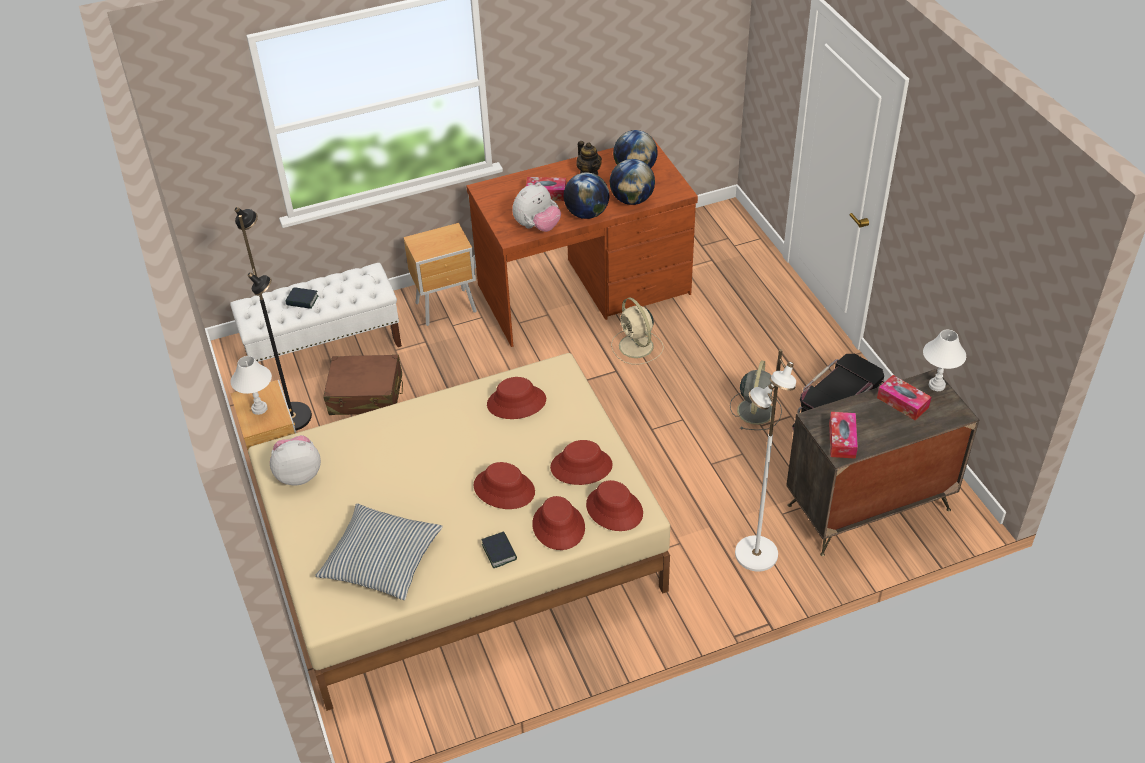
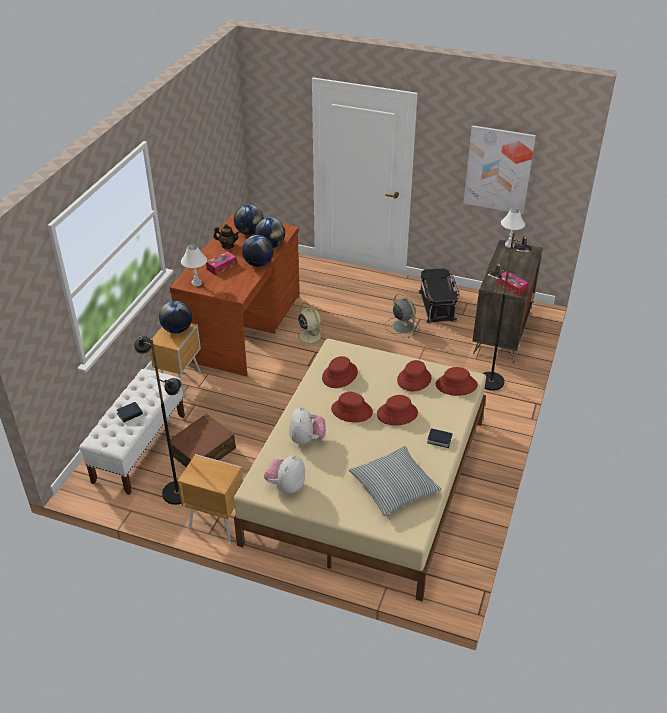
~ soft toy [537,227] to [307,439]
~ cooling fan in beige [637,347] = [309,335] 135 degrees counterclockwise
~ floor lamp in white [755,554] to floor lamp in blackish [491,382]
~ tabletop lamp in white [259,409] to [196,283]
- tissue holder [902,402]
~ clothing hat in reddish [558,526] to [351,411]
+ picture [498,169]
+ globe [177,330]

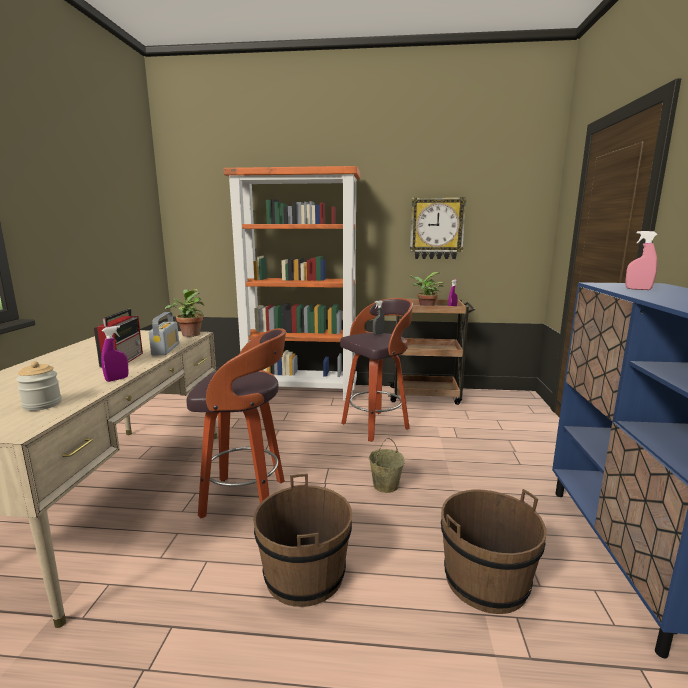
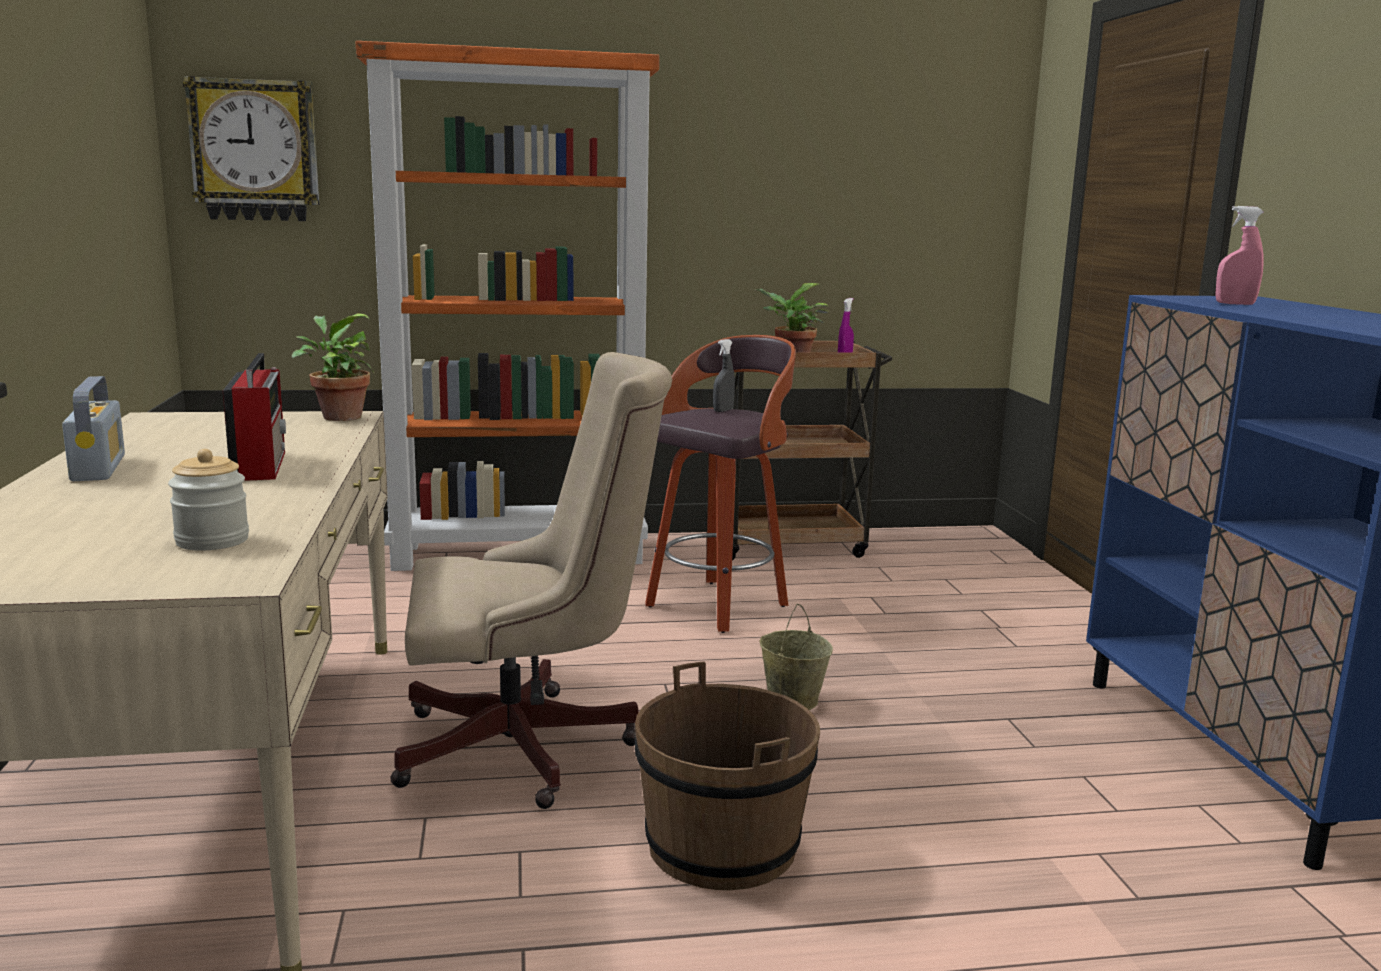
~ hanging clock [436,228] to [255,151]
~ radio set [166,349] to [98,468]
- hand sprayer in purple-coloured [117,379]
~ stool seat [247,498] to office chair in beige [531,748]
- water bucket in brownish [486,581]

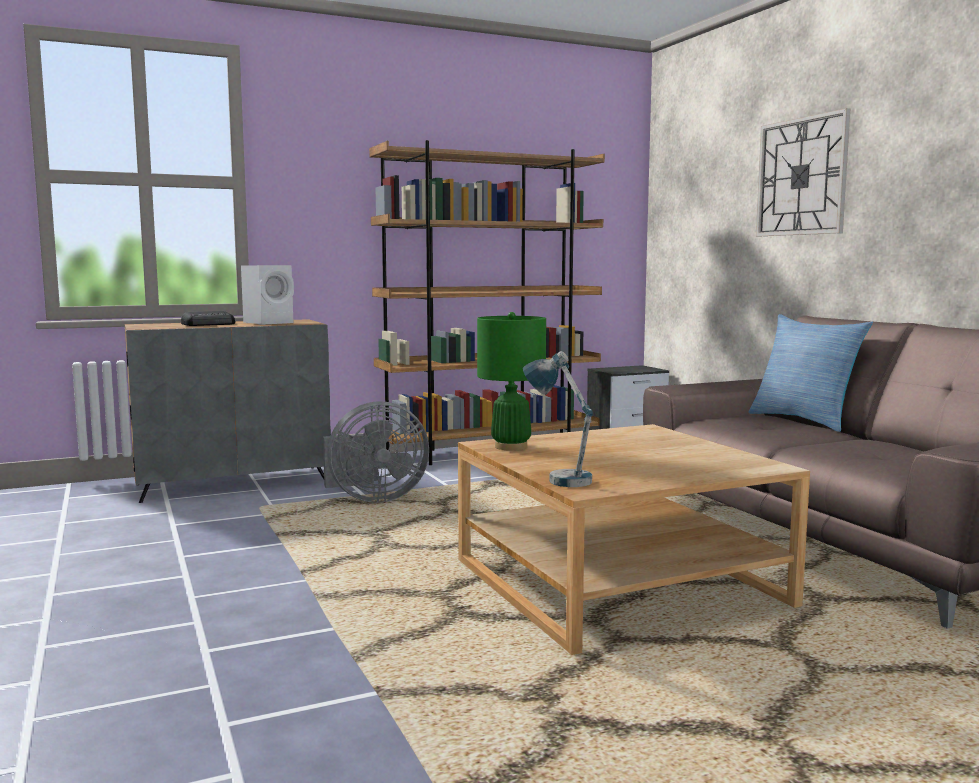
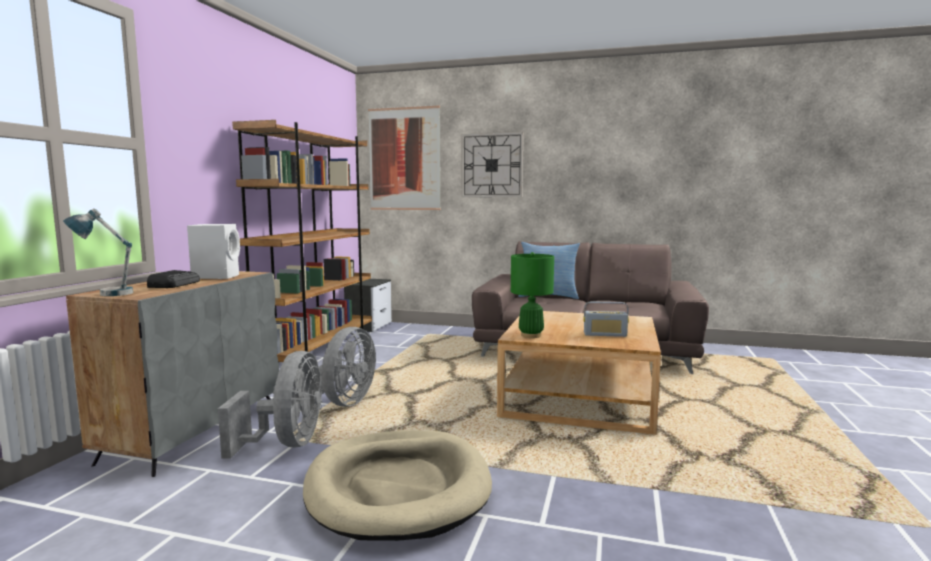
~ tabletop lamp [558,477] to [105,293]
+ picture [404,159]
+ radio set [605,334]
+ cooling fan in greyish [287,444]
+ dog cushion in beige [398,488]

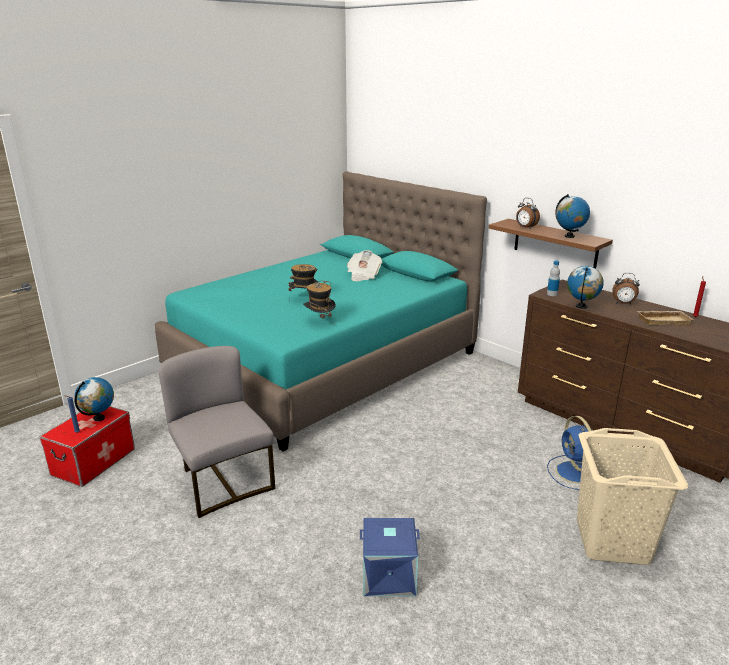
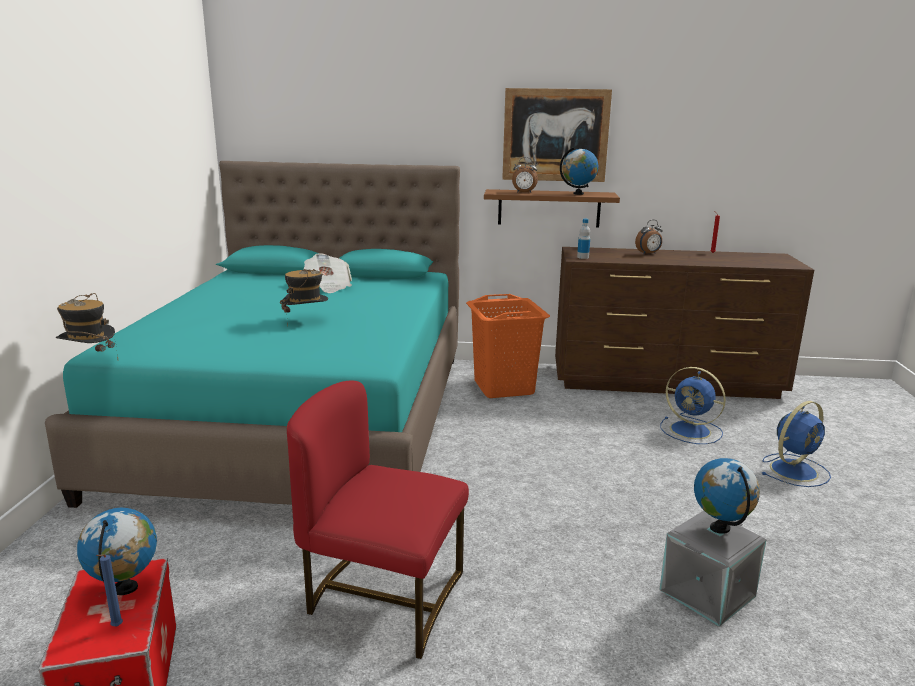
~ globe [581,306] to [720,528]
~ clothing hat [320,321] to [90,361]
- serving tray in beige [663,320]
~ upright chair in greyish [223,481] to upright chair in reddish [383,598]
~ washing basket in beige [613,541] to cooling fan in bluish [795,470]
~ storage container in bluish [388,576] to storage container in greyish [708,594]
+ picture [555,135]
+ washing basket in orange [504,387]

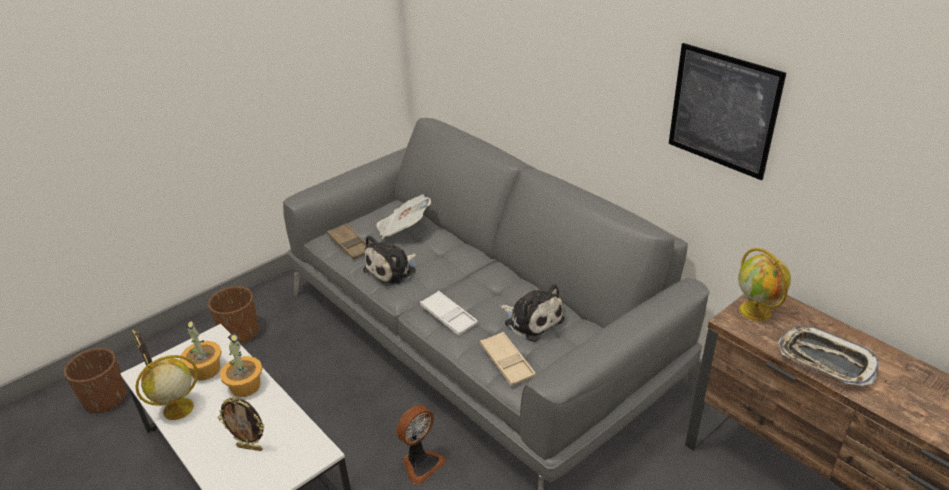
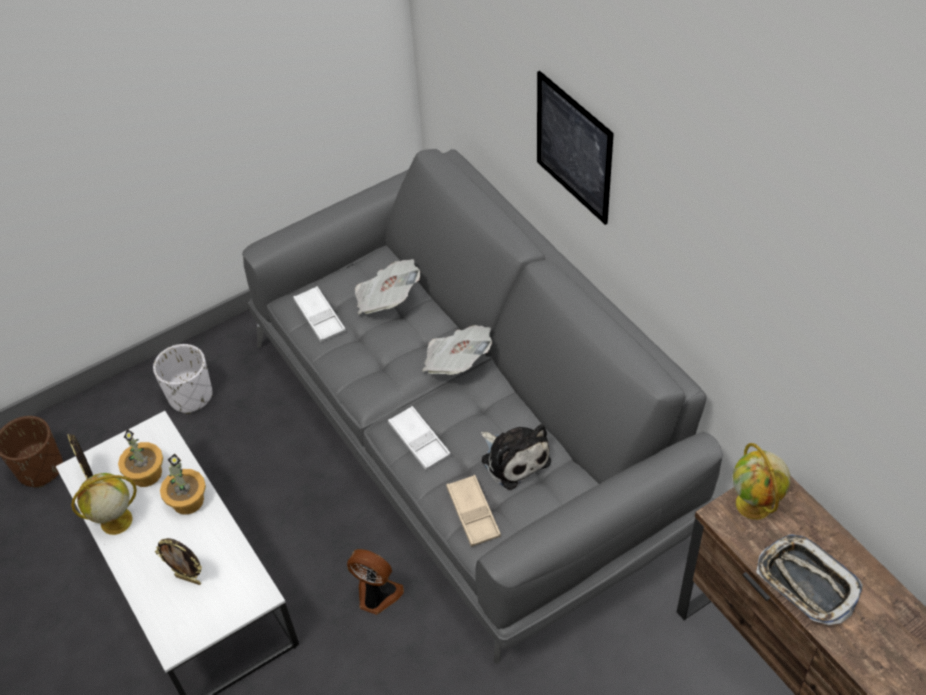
~ picture [723,110] to [574,147]
~ serving tray in brownish [350,245] to serving tray in white [320,317]
- soft toy [392,270]
~ plant pot in brownish [240,333] to plant pot in white [190,396]
~ cooling fan [421,463] = [376,595] 120 degrees counterclockwise
+ daily paper [456,362]

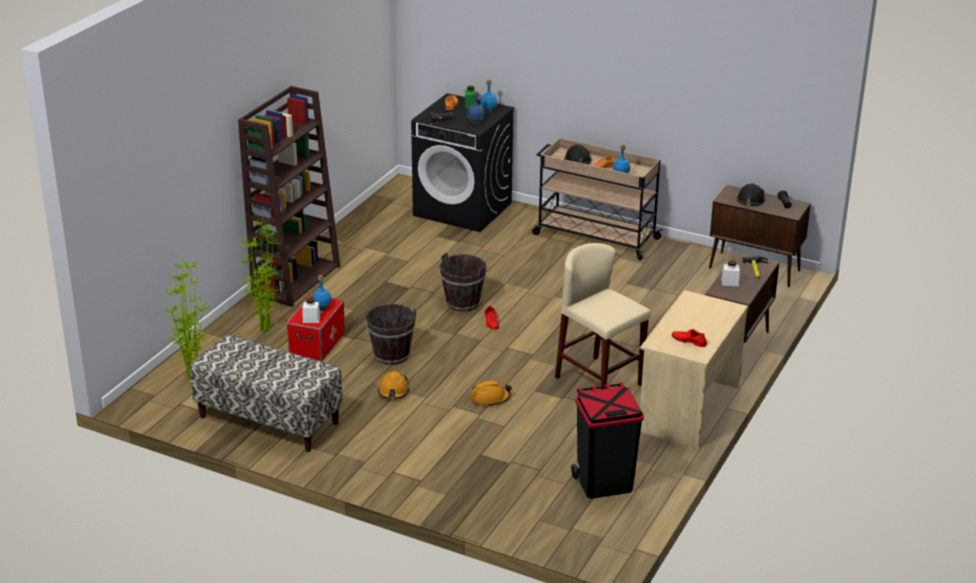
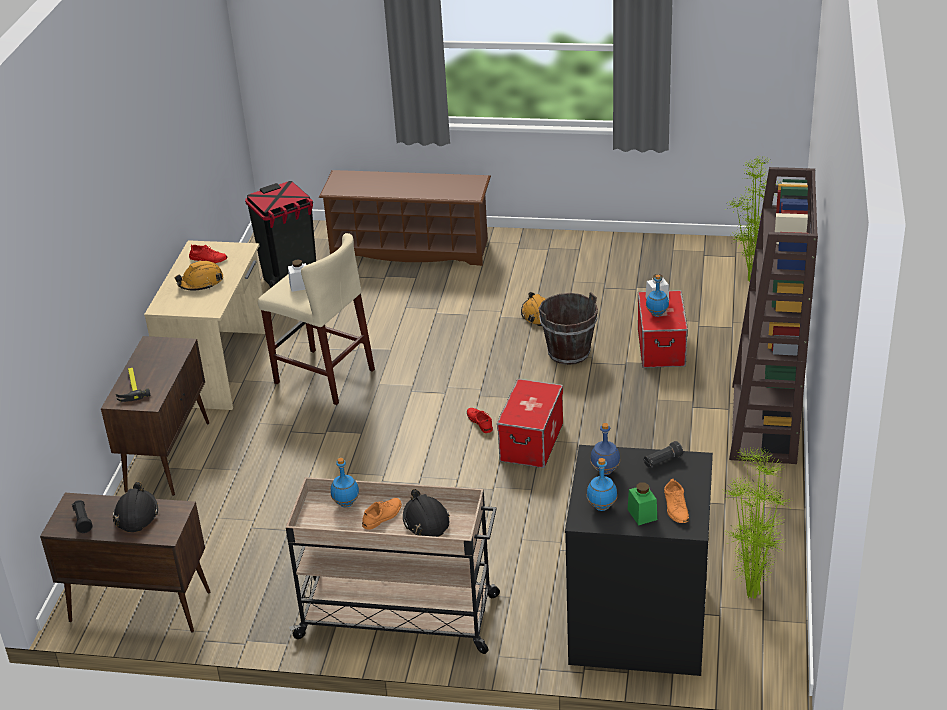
~ houseplant [267,330] to [749,595]
~ water bucket in brownish [462,303] to storage container [531,441]
~ jar in white [730,282] to [300,285]
- bench [268,420]
~ hard hat in orange [490,398] to [201,283]
+ shoe shelf in brownish [410,249]

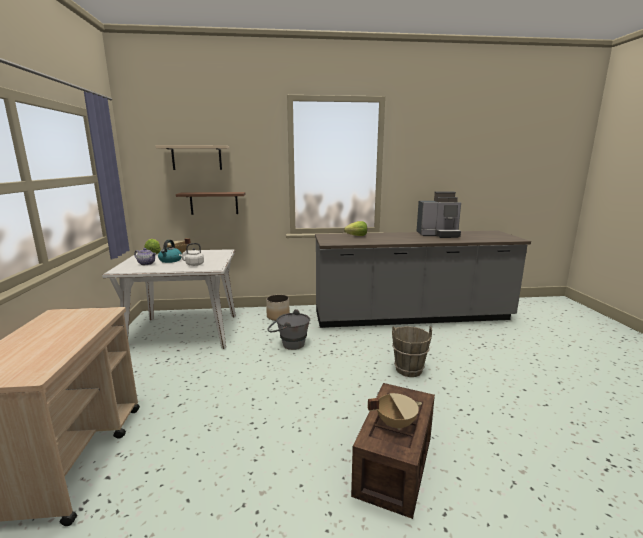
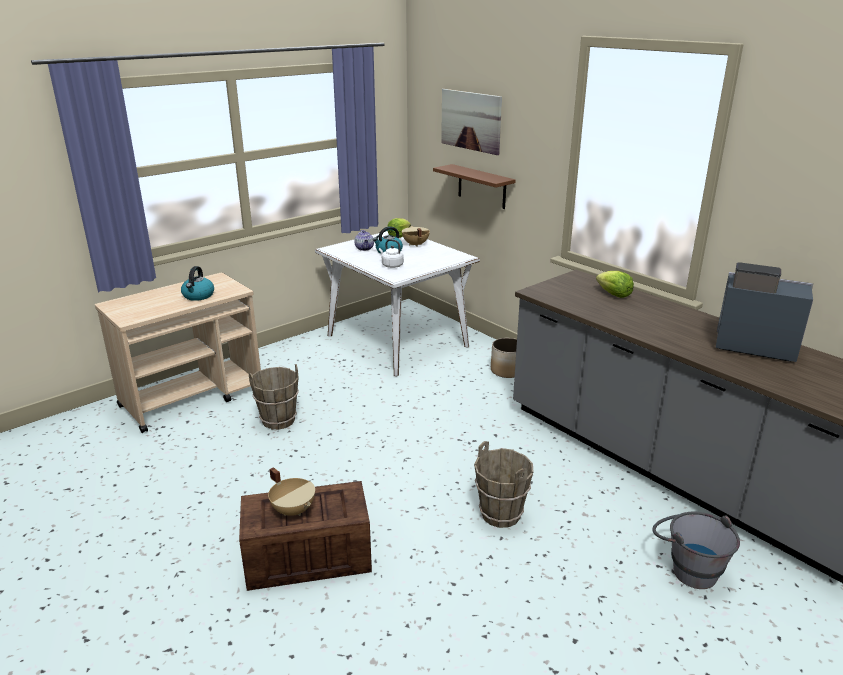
~ wall shelf in beige [196,158] to picture [471,121]
~ coffee machine [438,235] = [751,345] 150 degrees clockwise
~ water bucket in greyish [288,344] to [687,567]
+ water kettle [198,296]
+ water bucket in brownish [278,420]

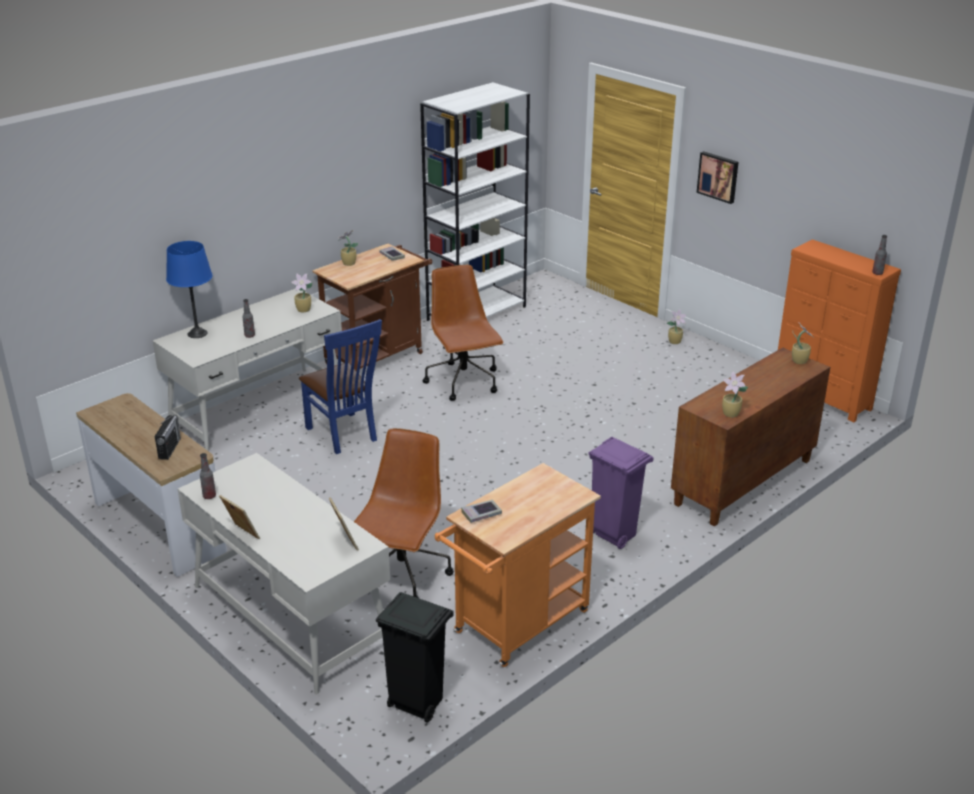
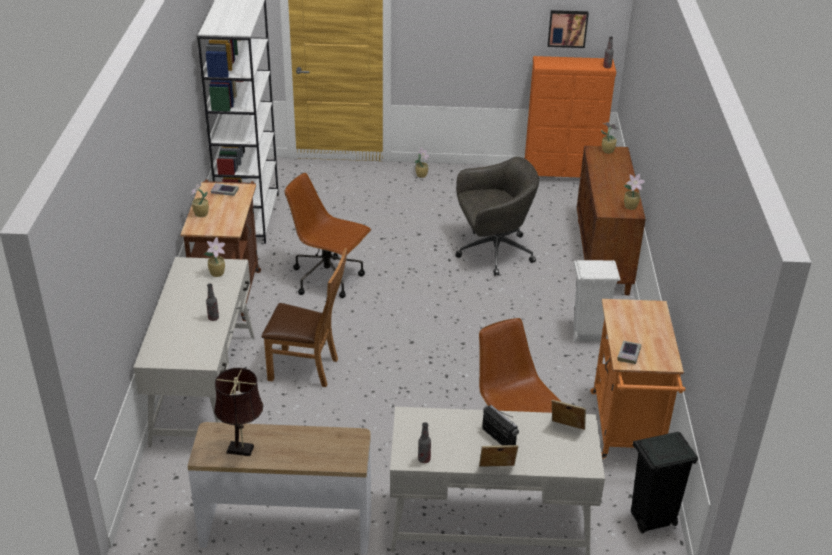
~ picture [718,176] to [567,28]
- tabletop lamp in bluish [197,333]
~ upright chair in bluish [344,435] to upright chair in brownish [308,369]
~ radio set [169,448] to [498,437]
~ waste bin in purple-coloured [613,535] to waste bin in white [587,335]
+ office chair in greyish [493,252]
+ tabletop lamp in brownish [242,450]

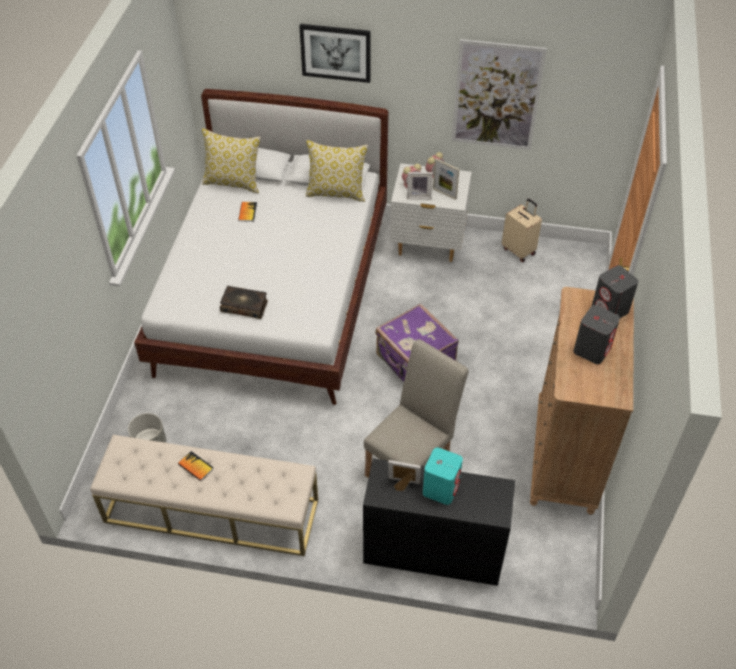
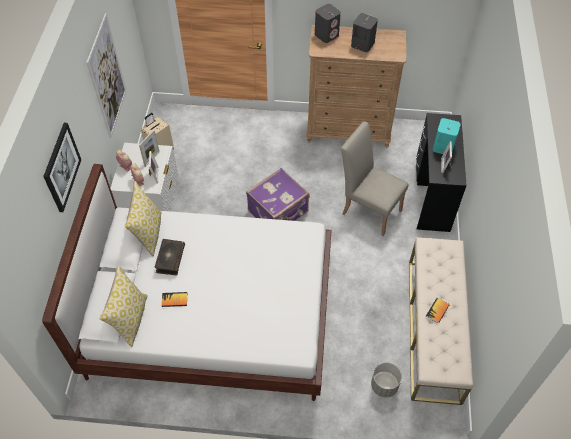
~ volume [244,306] to [170,259]

